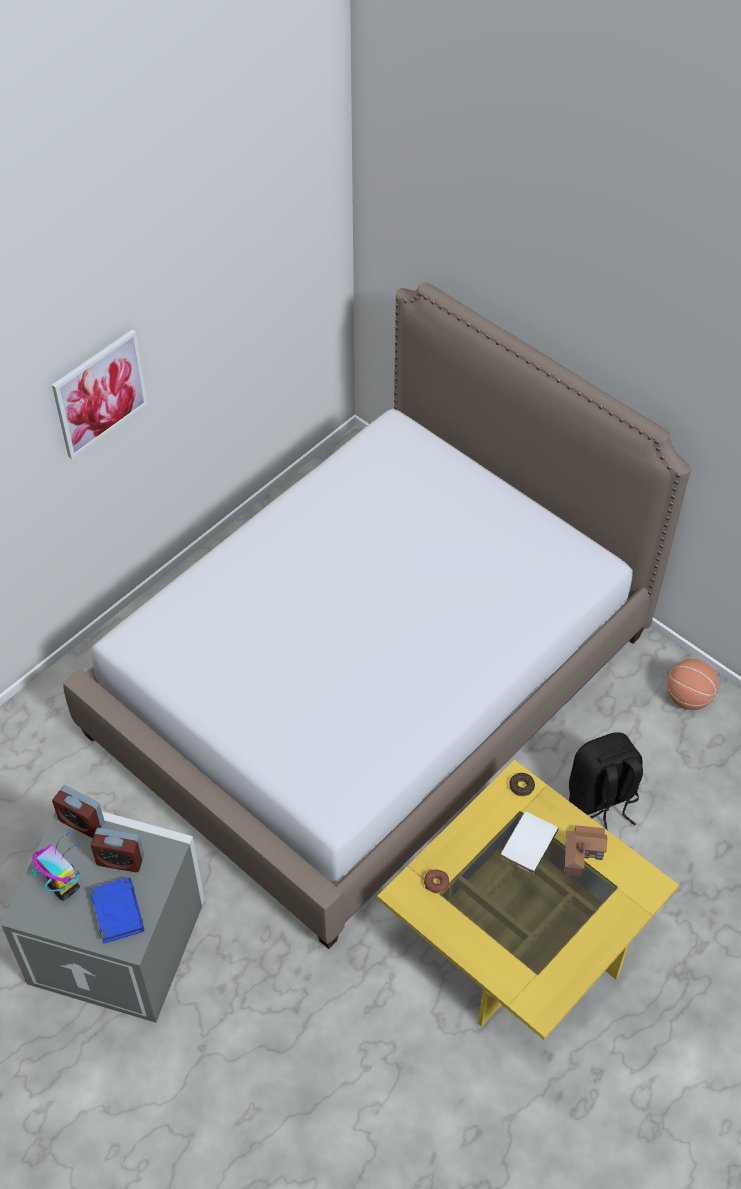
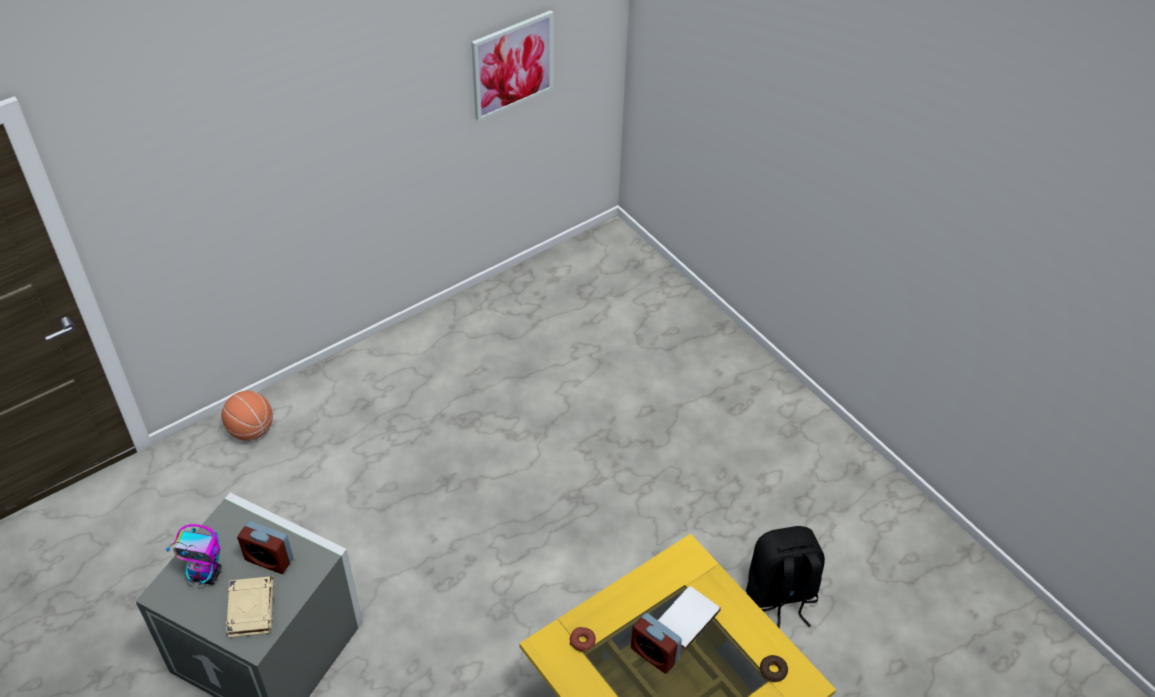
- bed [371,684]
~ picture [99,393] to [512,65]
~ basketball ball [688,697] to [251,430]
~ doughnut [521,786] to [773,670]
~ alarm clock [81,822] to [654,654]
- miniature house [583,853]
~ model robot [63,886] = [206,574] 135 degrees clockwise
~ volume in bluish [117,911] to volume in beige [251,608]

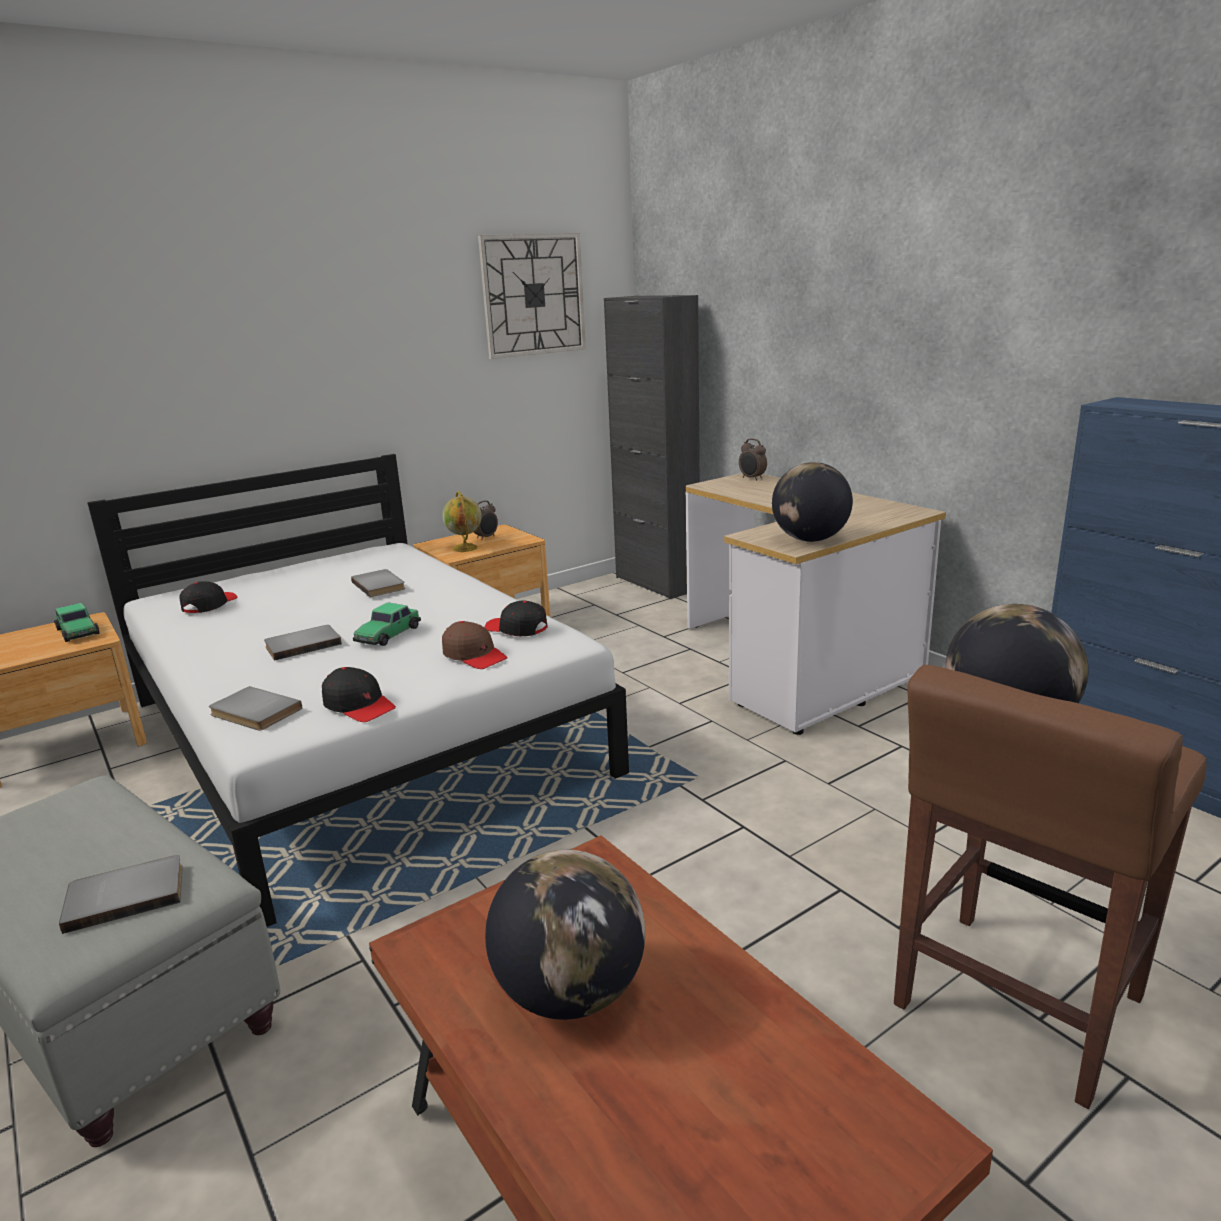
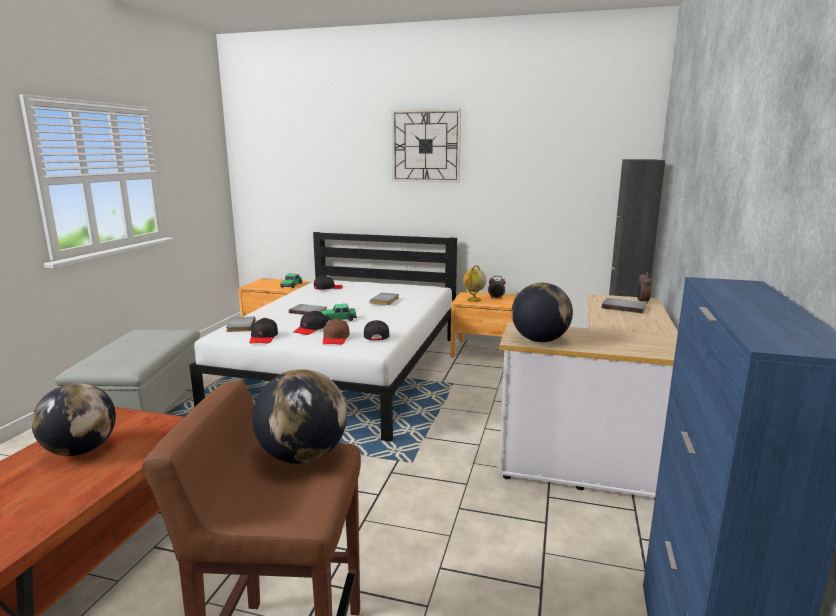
~ hanging clock [533,295] to [426,146]
~ volume in greyish [126,895] to [624,307]
+ baseball cap in blackish [310,329]

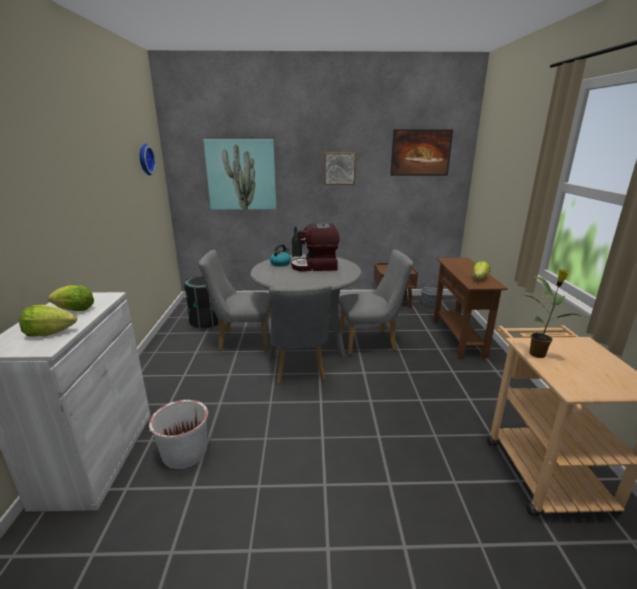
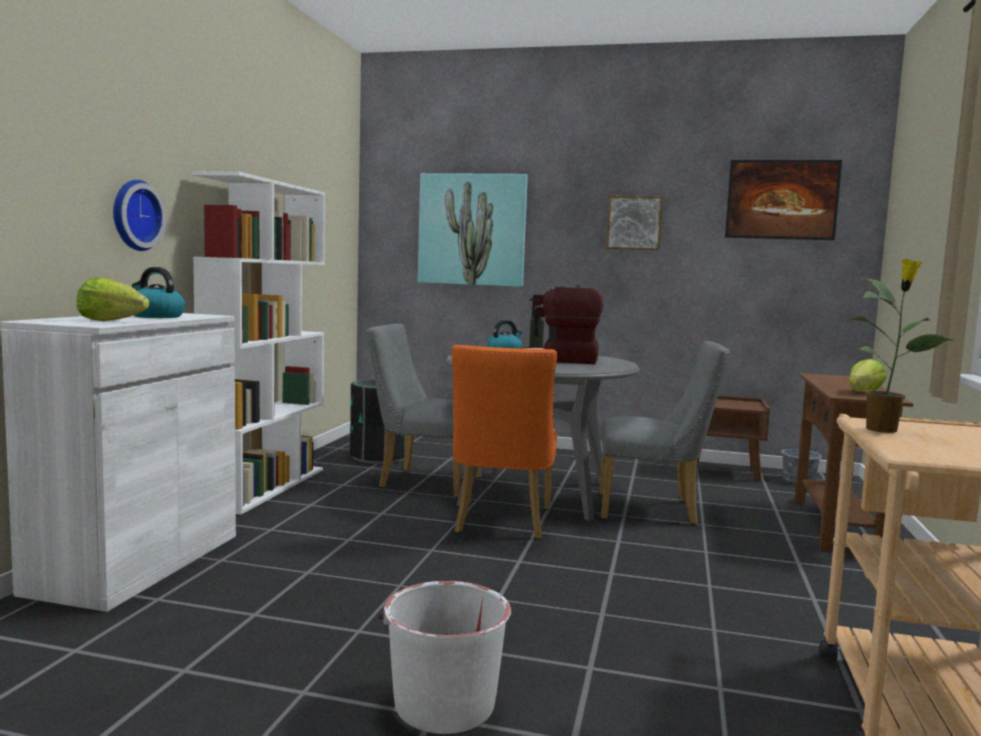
~ hanging clock [145,159] to [134,215]
~ upright chair in greyish [299,370] to upright chair in orange [501,523]
~ lettuce head [74,310] to water kettle [156,316]
~ water bucket in white [184,452] to [444,704]
+ shelving unit in white [265,487]

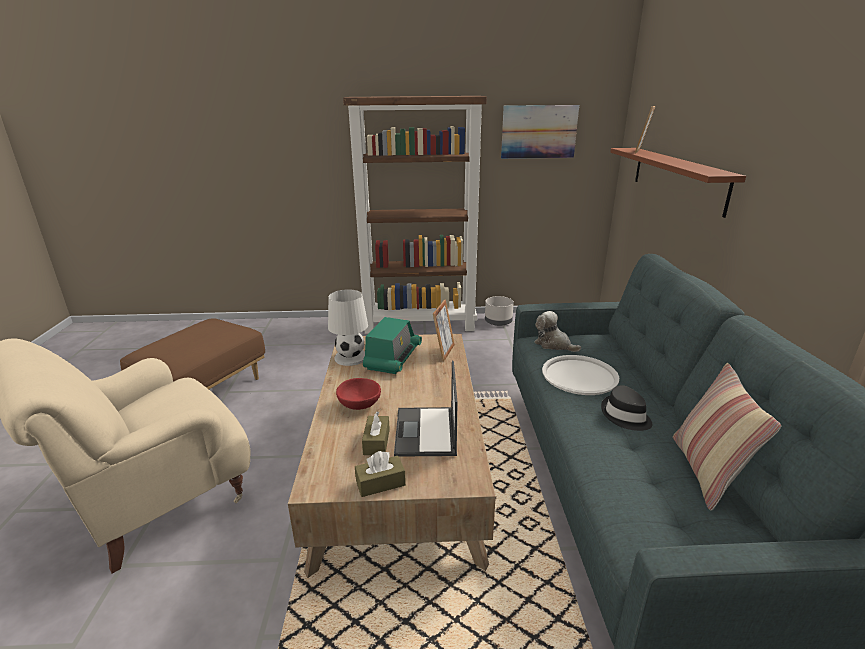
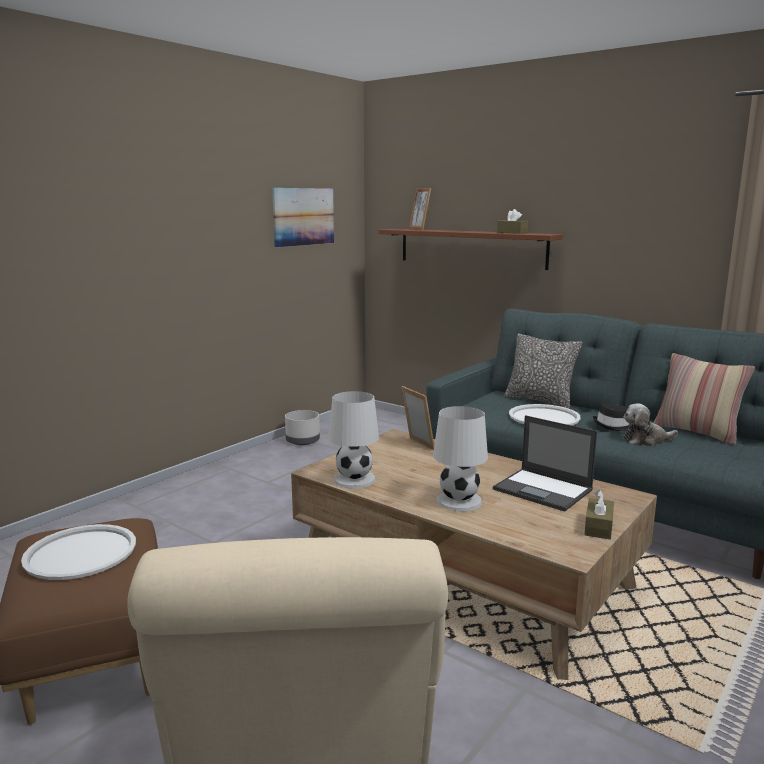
- shelving unit in brownish [420,324]
~ soft toy [553,344] to [645,440]
- radio set [393,358]
~ serving bowl in reddish [359,405] to tabletop lamp in white [458,501]
~ tissue holder in brownish [376,442] to [512,232]
+ pillow [540,401]
+ serving tray in white [80,553]

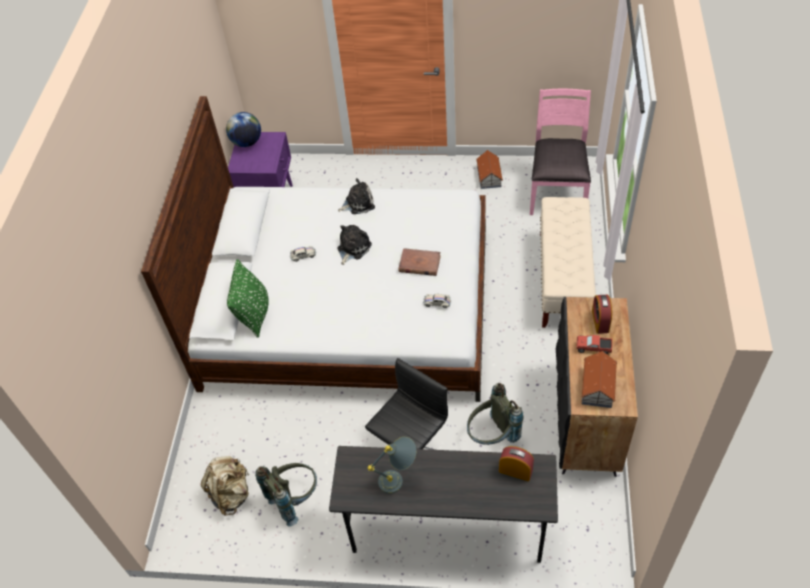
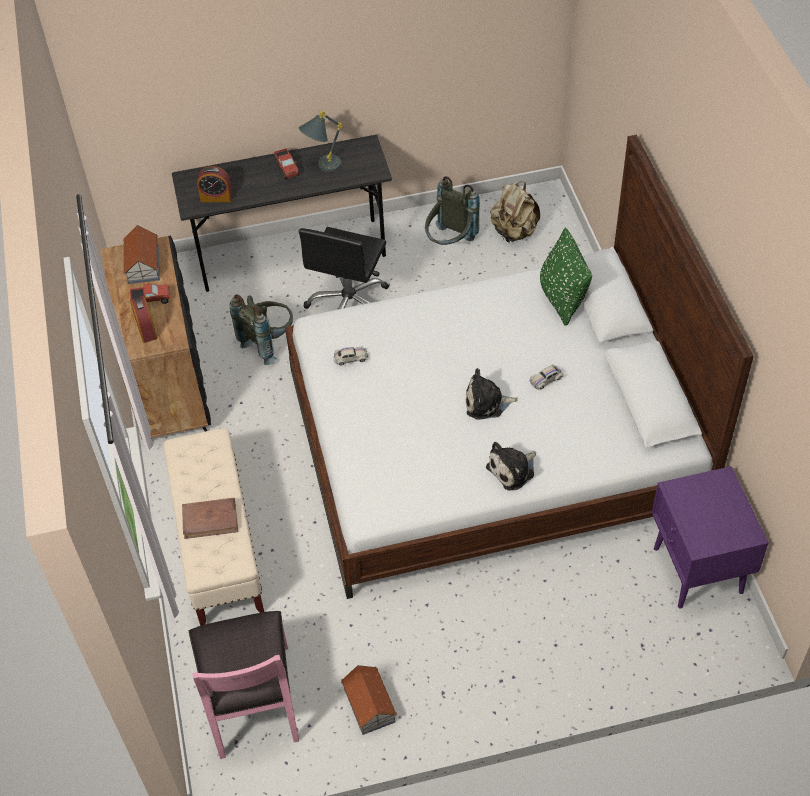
- globe [247,142]
~ soft toy [352,248] = [487,403] 75 degrees clockwise
~ volume in brownish [419,264] to [210,520]
+ toy lorry [287,168]

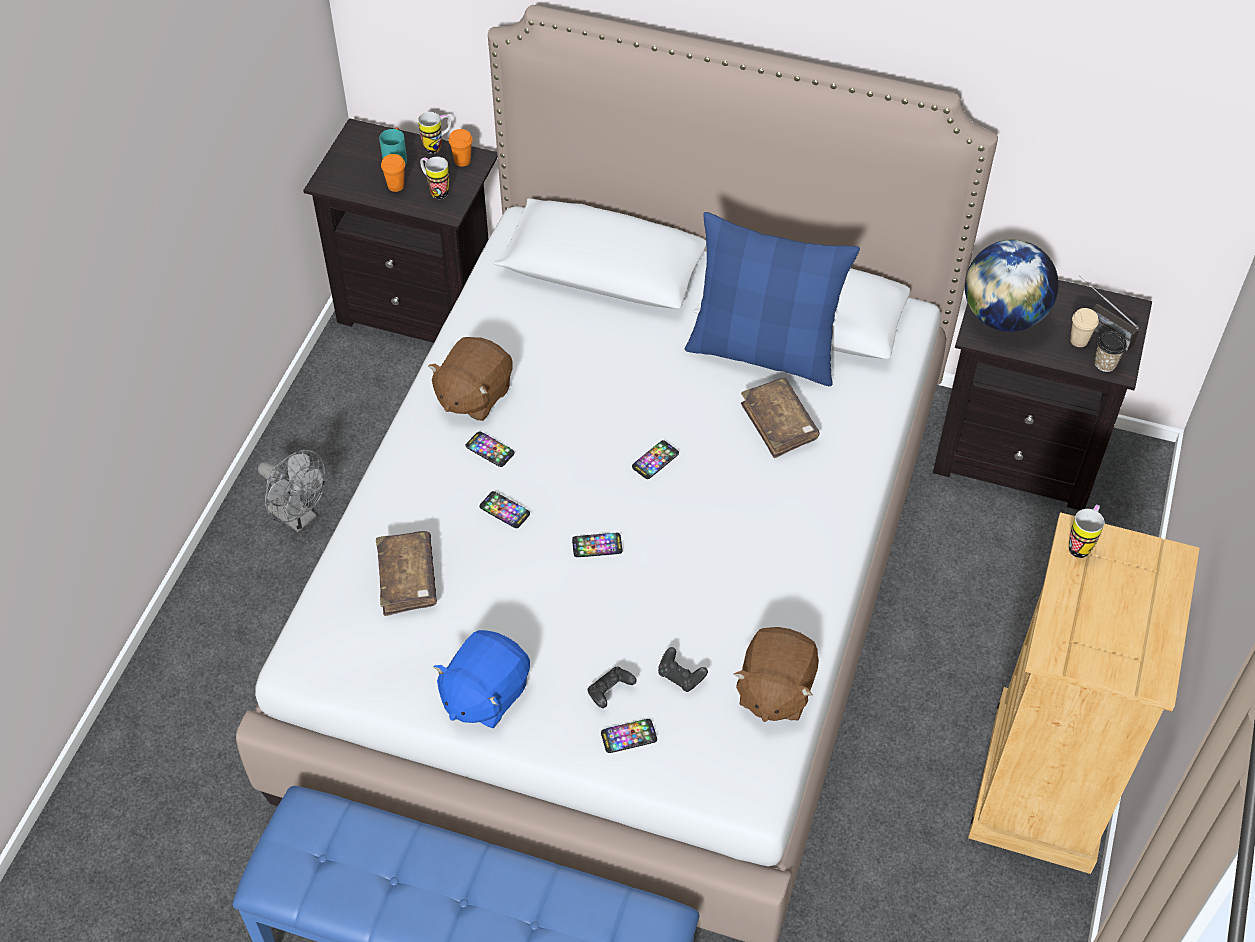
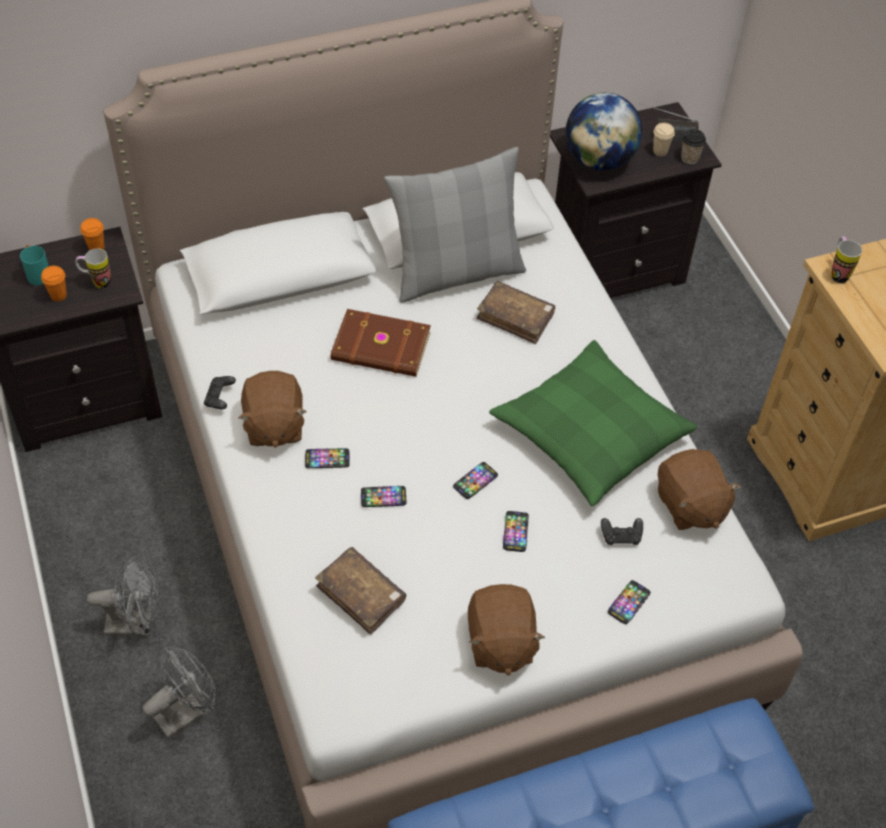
- tea mug [437,146]
~ pillow in bluish [763,351] to pillow in greyish [456,273]
~ telephone [655,460] to [515,532]
~ soft toy in bluish [484,694] to soft toy in brownish [500,642]
~ joypad in blackish [610,692] to [220,398]
+ volume in brownish [381,348]
+ pillow in green-coloured [590,433]
+ cooling fan in greyish [187,712]

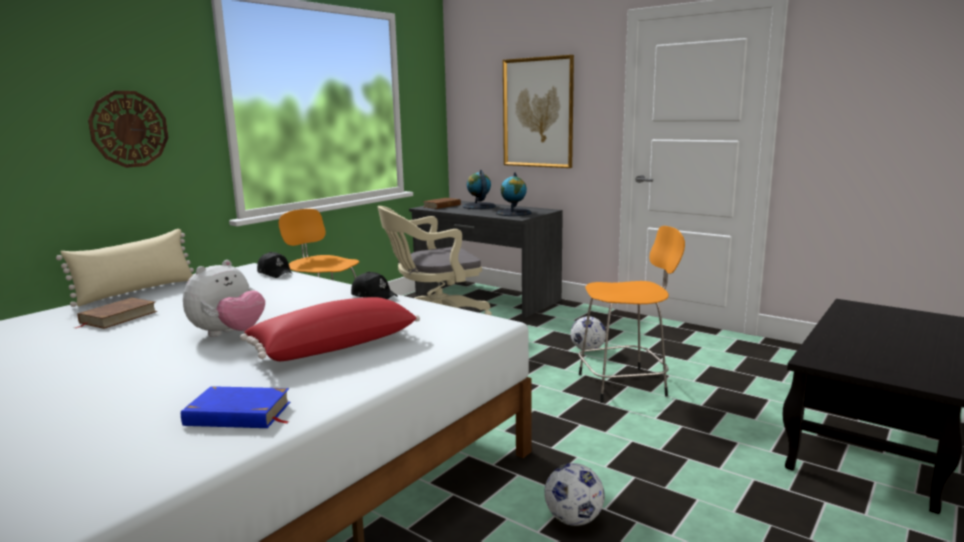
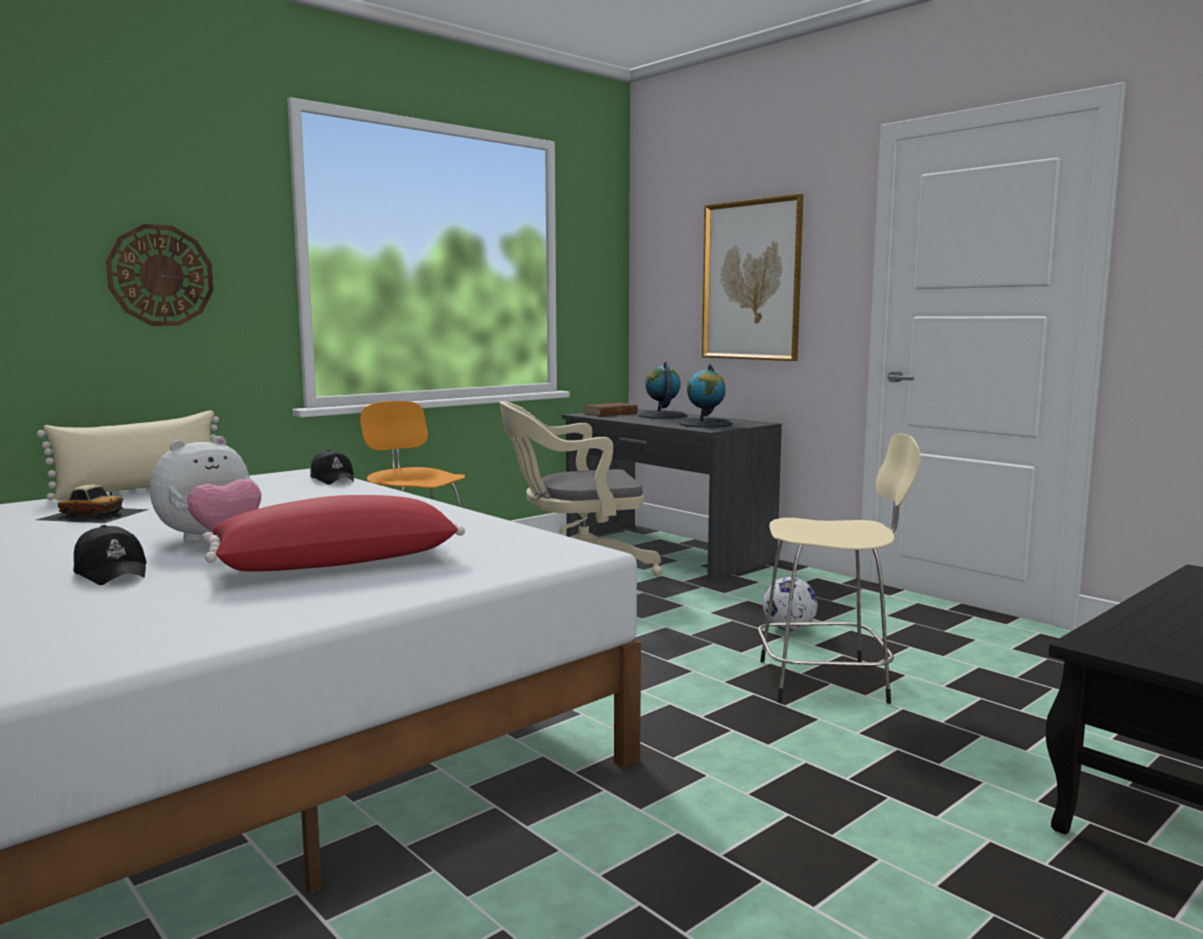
~ stool seat in orange [625,384] to stool seat in beige [827,681]
~ baseball cap in blackish [374,295] to [112,572]
~ volume in brownish [118,317] to toy car [93,514]
- volume in bluish [238,414]
- football ball [573,519]

